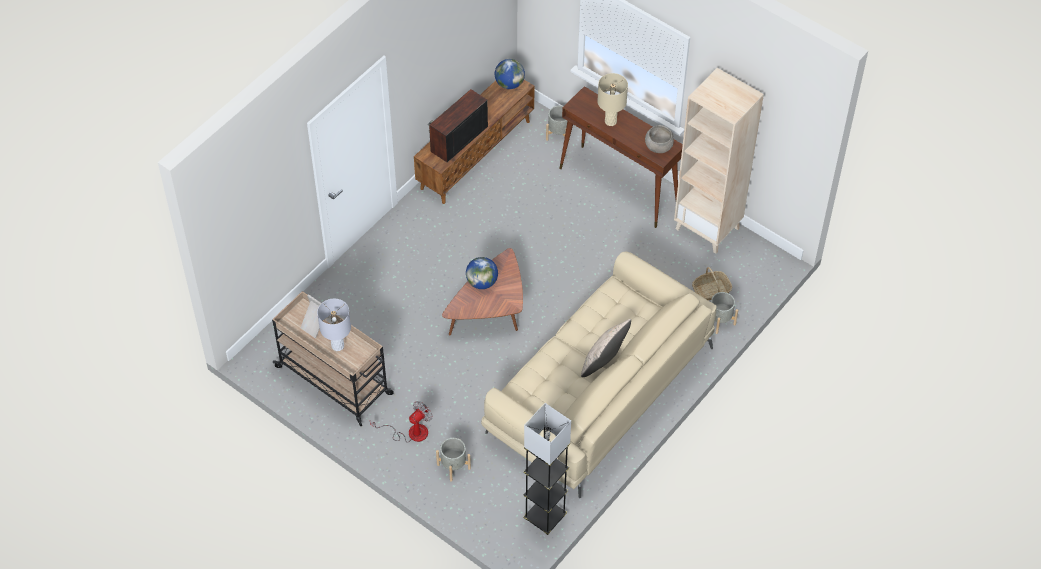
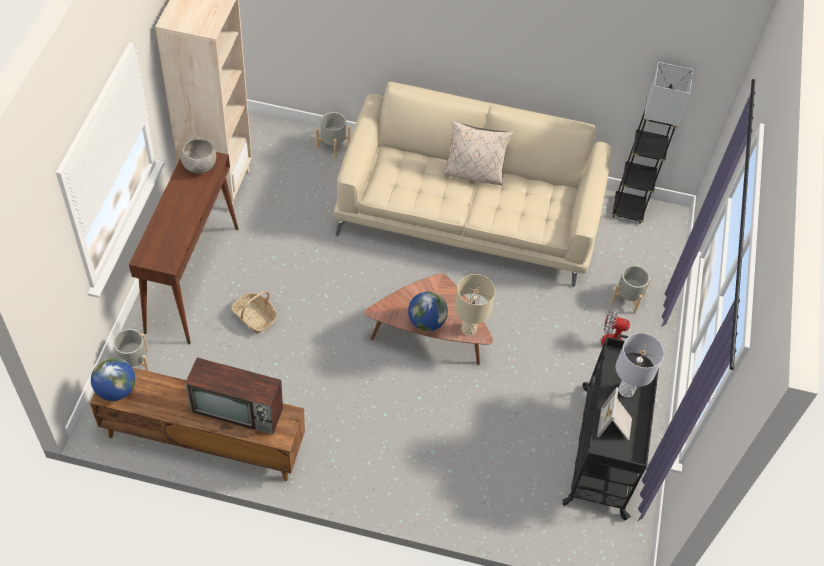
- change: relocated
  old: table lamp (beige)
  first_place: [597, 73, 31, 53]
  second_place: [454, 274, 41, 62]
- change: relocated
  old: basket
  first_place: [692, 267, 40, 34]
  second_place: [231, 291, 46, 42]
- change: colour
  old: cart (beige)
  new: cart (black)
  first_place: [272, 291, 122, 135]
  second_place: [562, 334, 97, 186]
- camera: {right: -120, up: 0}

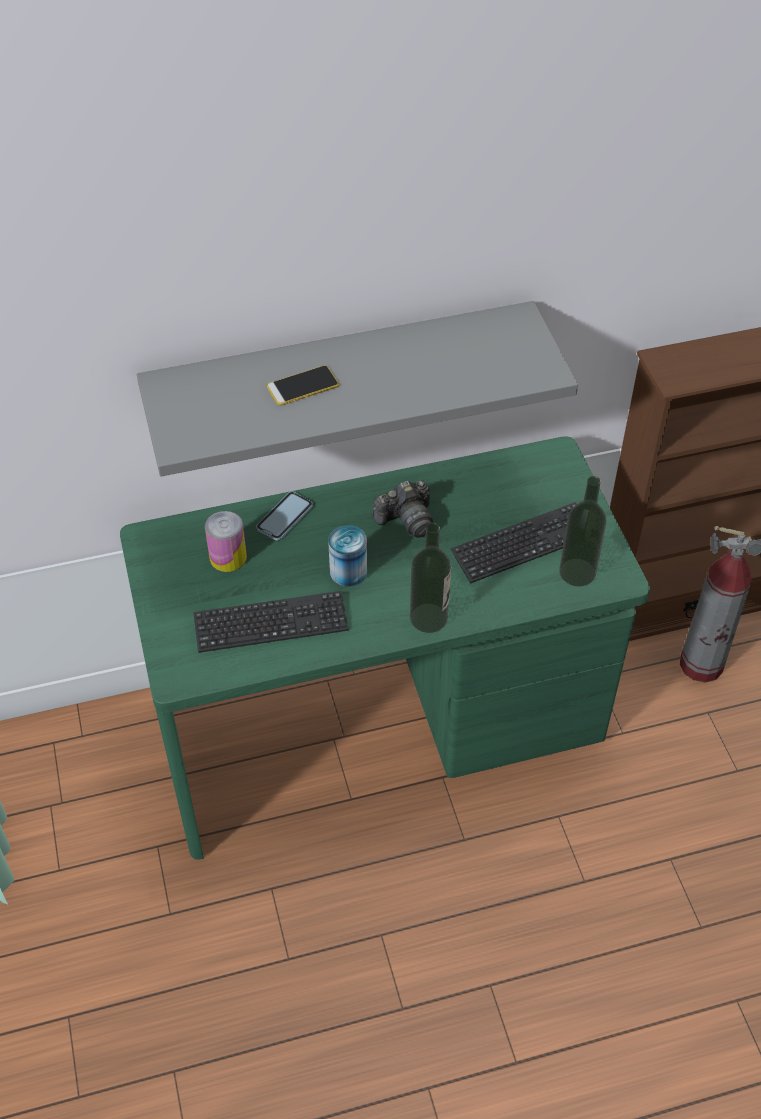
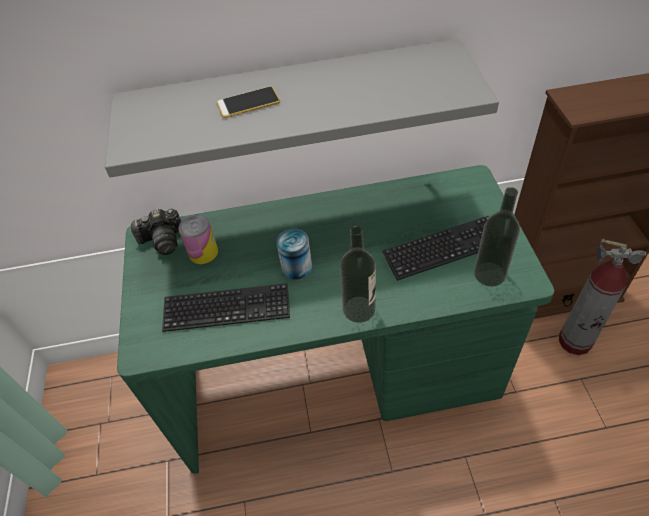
- change: relocated
  old: photo camera
  first_place: [372, 480, 61, 58]
  second_place: [130, 209, 51, 46]
- change: missing
  old: phone
  first_place: [256, 492, 57, 49]
- camera: {right: 10, up: 0}

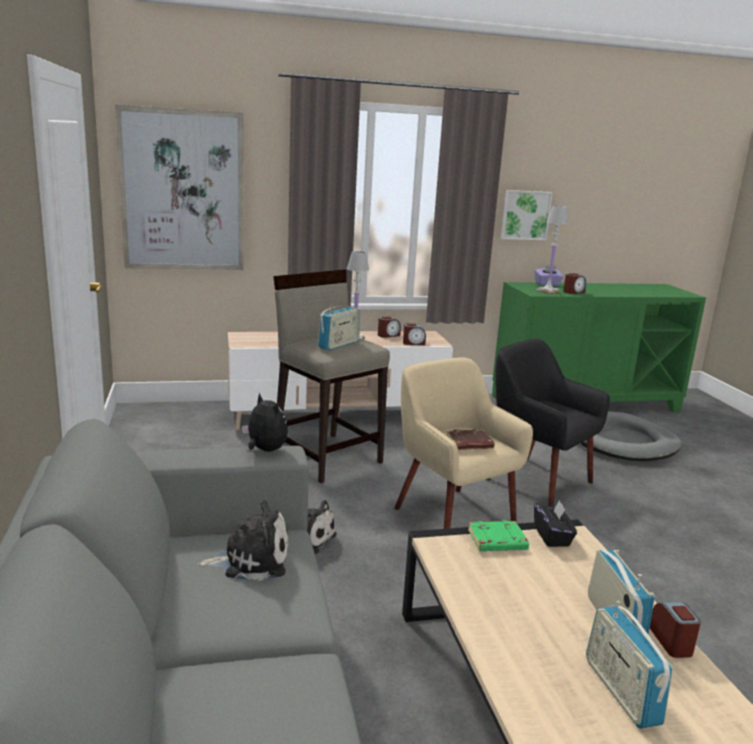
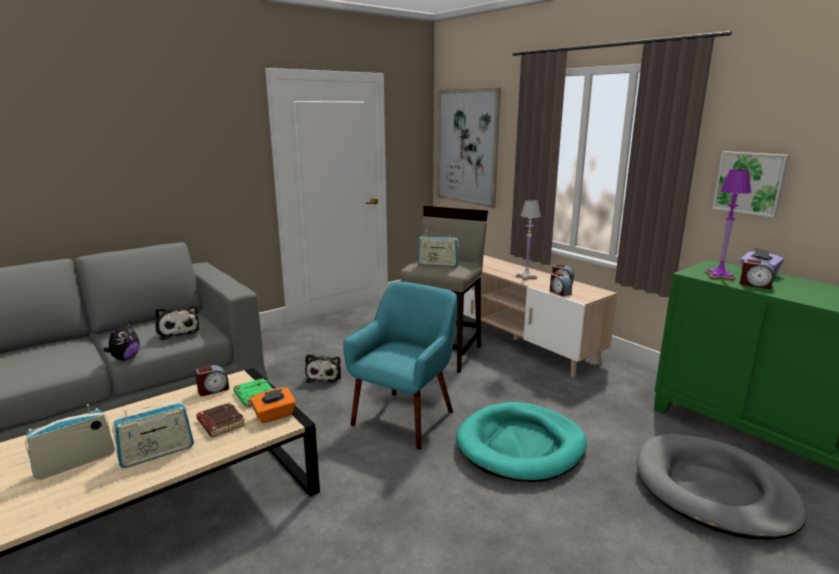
- change: colour
  old: table lamp (white)
  new: table lamp (purple)
  first_place: [537, 205, 32, 89]
  second_place: [705, 169, 46, 112]
- change: exchanged
  old: armchair (black)
  new: dog bed (turquoise)
  first_place: [486, 339, 124, 168]
  second_place: [456, 402, 131, 80]
- change: colour
  old: armchair (beige)
  new: armchair (turquoise)
  first_place: [394, 358, 139, 171]
  second_place: [343, 282, 114, 168]
- change: relocated
  old: plush toy
  first_place: [242, 393, 46, 59]
  second_place: [104, 321, 36, 39]
- change: relocated
  old: book (brown)
  first_place: [446, 429, 49, 21]
  second_place: [196, 402, 50, 35]
- change: colour
  old: tissue box (black)
  new: tissue box (orange)
  first_place: [534, 499, 43, 48]
  second_place: [250, 388, 46, 36]
- change: relocated
  old: alarm clock
  first_place: [650, 602, 51, 56]
  second_place: [195, 365, 34, 31]
- camera: {right: 65, up: 0}

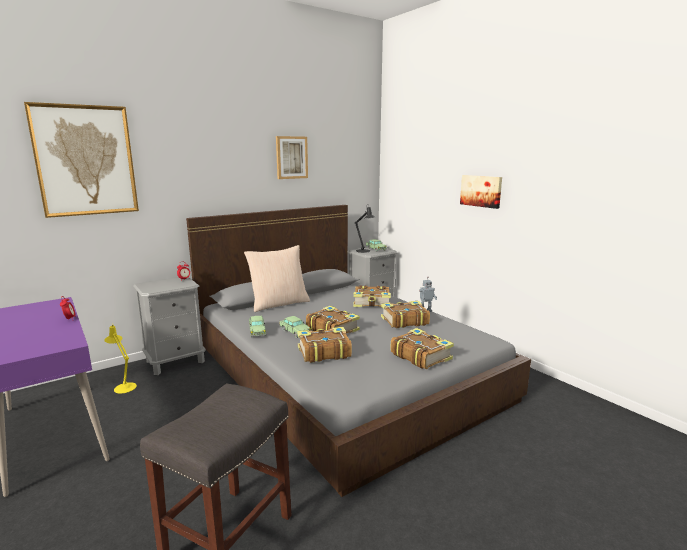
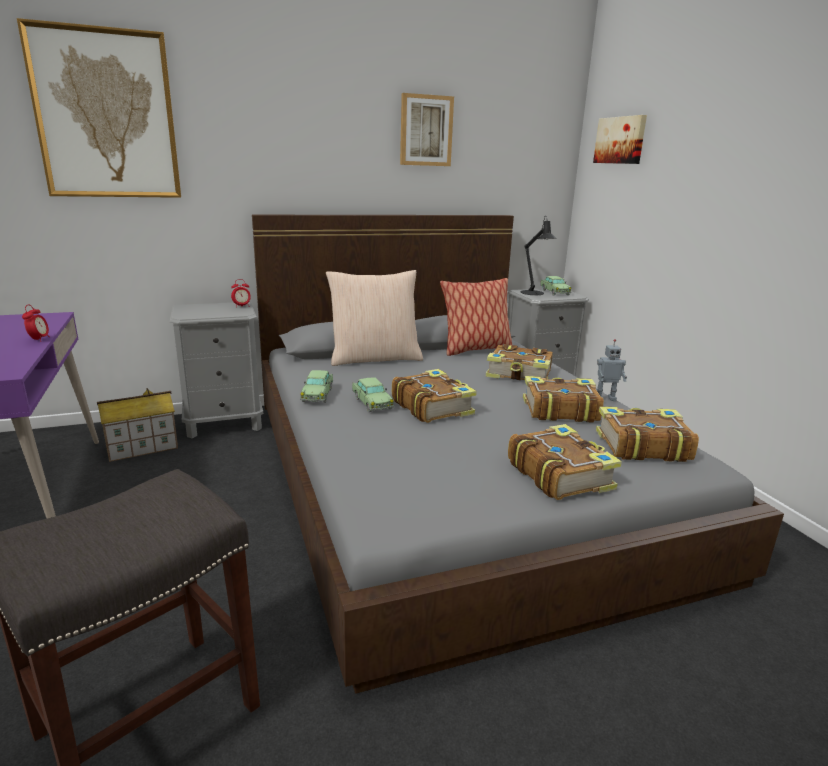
- change: relocated
  old: picture
  first_place: [460, 175, 42, 34]
  second_place: [593, 115, 54, 49]
- change: exchanged
  old: table lamp (yellow)
  new: toy house
  first_place: [104, 324, 33, 70]
  second_place: [97, 388, 81, 74]
- change: relocated
  old: book
  first_place: [297, 327, 55, 36]
  second_place: [596, 406, 103, 56]
- change: appeared
  new: pillow
  second_place: [440, 278, 72, 78]
- camera: {right: 15, up: 5}

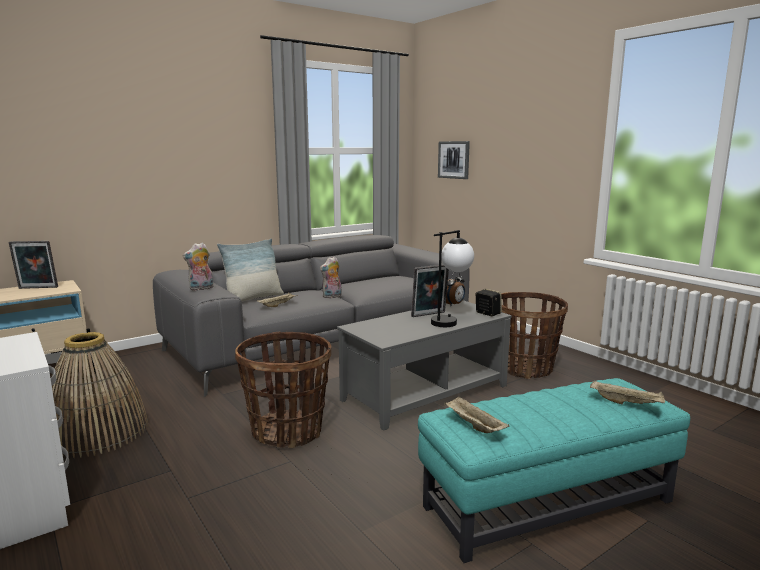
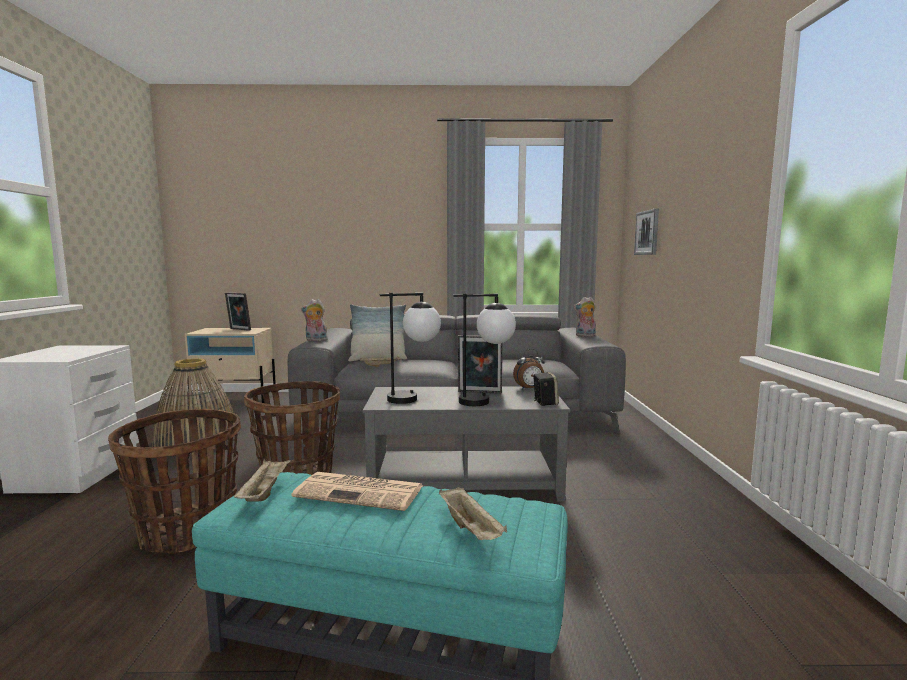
- change: relocated
  old: plush toy
  first_place: [320, 257, 22, 41]
  second_place: [574, 297, 22, 40]
- change: relocated
  old: basket
  first_place: [501, 292, 67, 87]
  second_place: [108, 409, 133, 145]
- change: appeared
  new: table lamp
  second_place: [380, 293, 61, 111]
- change: appeared
  new: newspaper
  second_place: [292, 472, 131, 39]
- camera: {right: 35, up: -5}

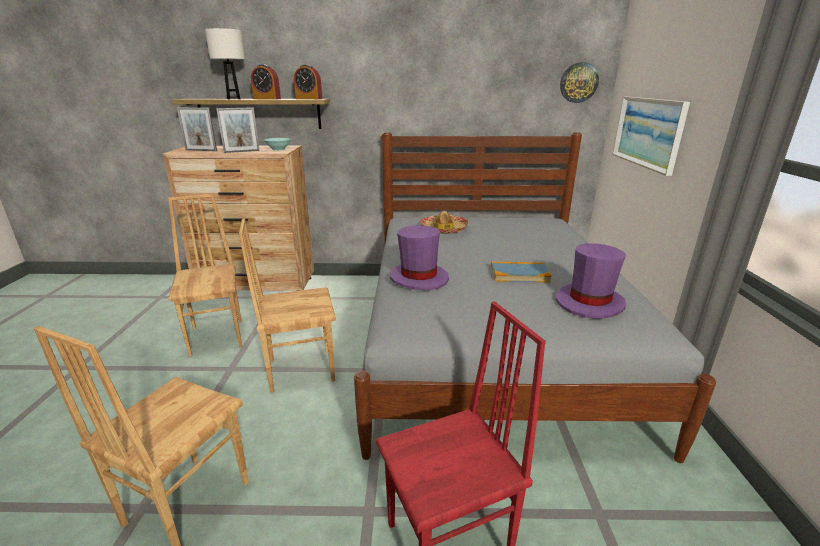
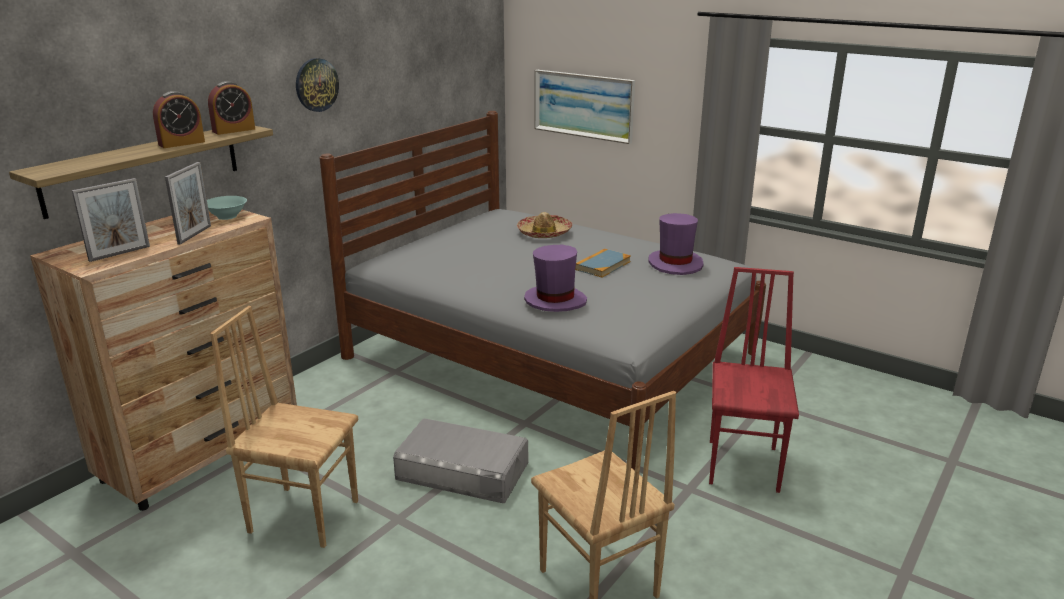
- change: missing
  old: table lamp (white)
  first_place: [205, 28, 40, 71]
- change: relocated
  old: wall clock
  first_place: [560, 62, 39, 41]
  second_place: [296, 58, 43, 54]
- change: relocated
  old: hat
  first_place: [419, 211, 50, 23]
  second_place: [517, 212, 55, 26]
- change: exchanged
  old: chair (brown)
  new: storage box (grey)
  first_place: [239, 218, 97, 174]
  second_place: [393, 418, 135, 85]
- camera: {right: -55, up: 0}

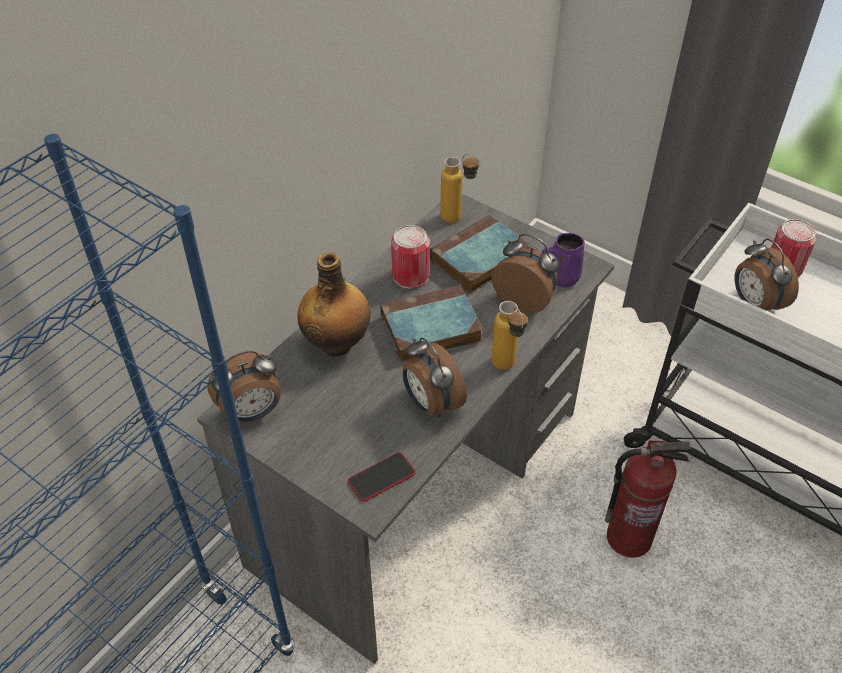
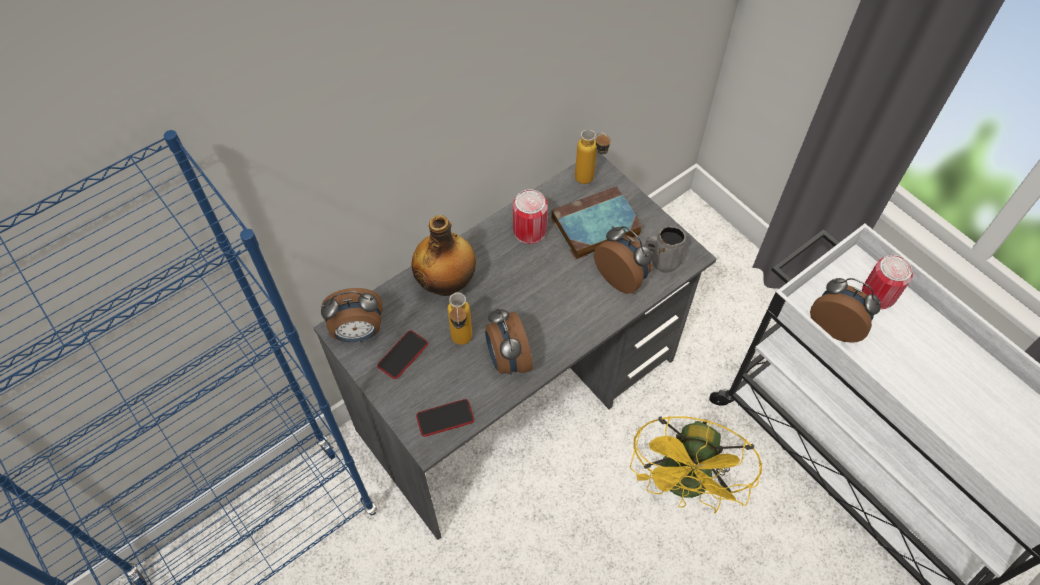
- change: colour
  old: mug (purple)
  new: mug (grey)
  first_place: [542, 233, 43, 55]
  second_place: [645, 226, 41, 47]
- change: spun
  old: alarm clock
  first_place: [734, 238, 65, 73]
  second_place: [810, 278, 71, 65]
  degrees: 135
- change: missing
  old: book
  first_place: [380, 285, 103, 77]
- change: relocated
  old: bottle
  first_place: [491, 301, 37, 69]
  second_place: [447, 292, 25, 53]
- change: exchanged
  old: fire extinguisher
  new: fan (yellow)
  first_place: [605, 440, 86, 118]
  second_place: [630, 416, 133, 97]
- change: appeared
  new: phone
  second_place: [377, 330, 51, 49]
- camera: {right: 15, up: 10}

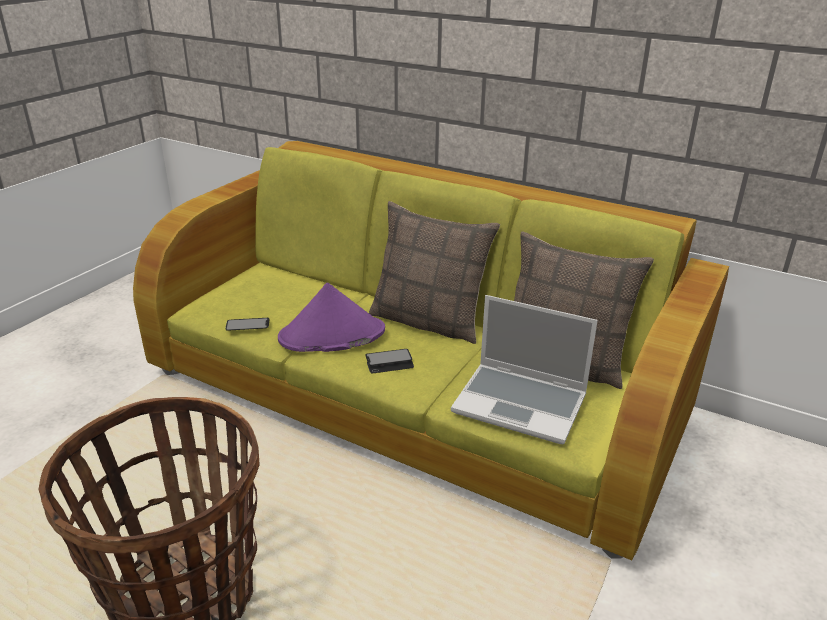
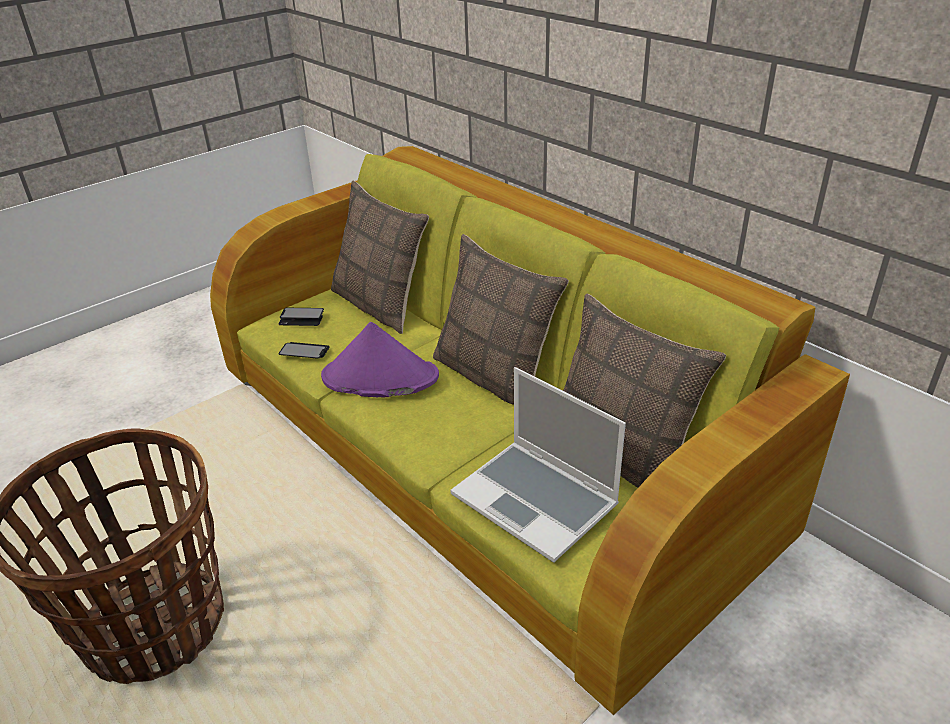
- change: relocated
  old: phone
  first_place: [365, 349, 49, 25]
  second_place: [278, 308, 46, 18]
- change: appeared
  new: pillow
  second_place: [331, 181, 98, 153]
- camera: {right: 20, up: 5}

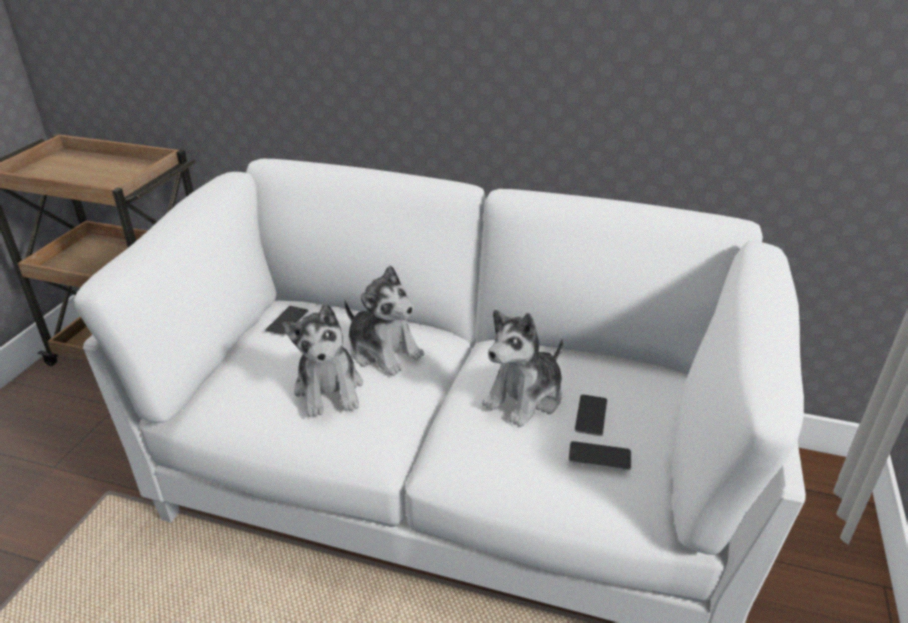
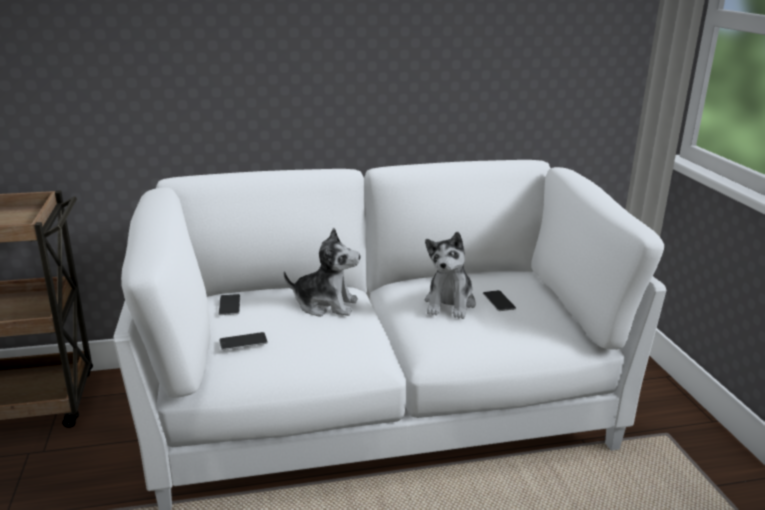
- change: missing
  old: plush toy
  first_place: [282, 303, 81, 114]
- change: relocated
  old: phone
  first_place: [568, 441, 63, 30]
  second_place: [219, 332, 49, 18]
- camera: {right: -30, up: -10}

